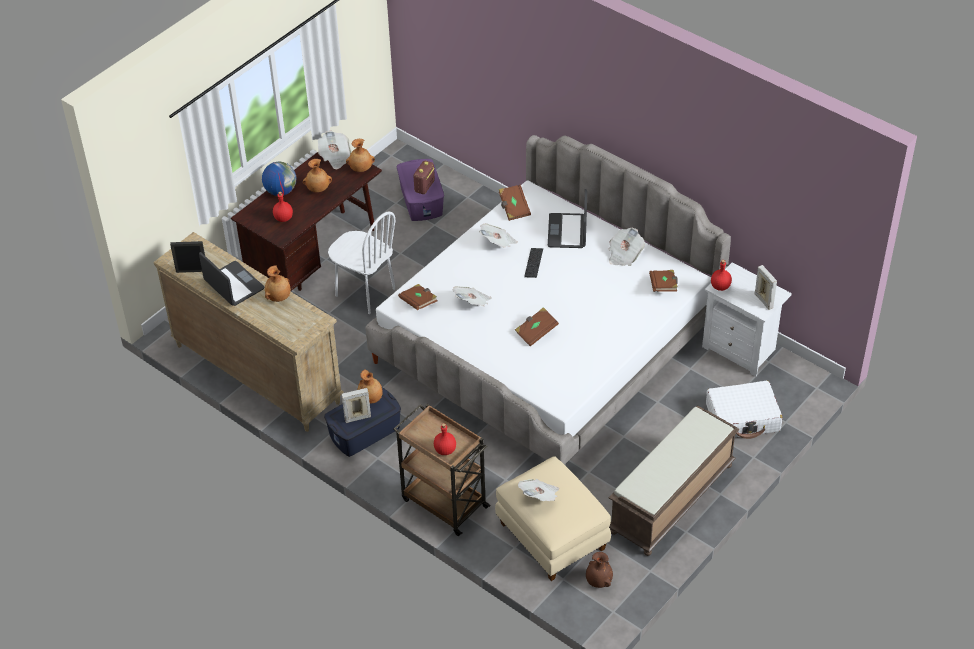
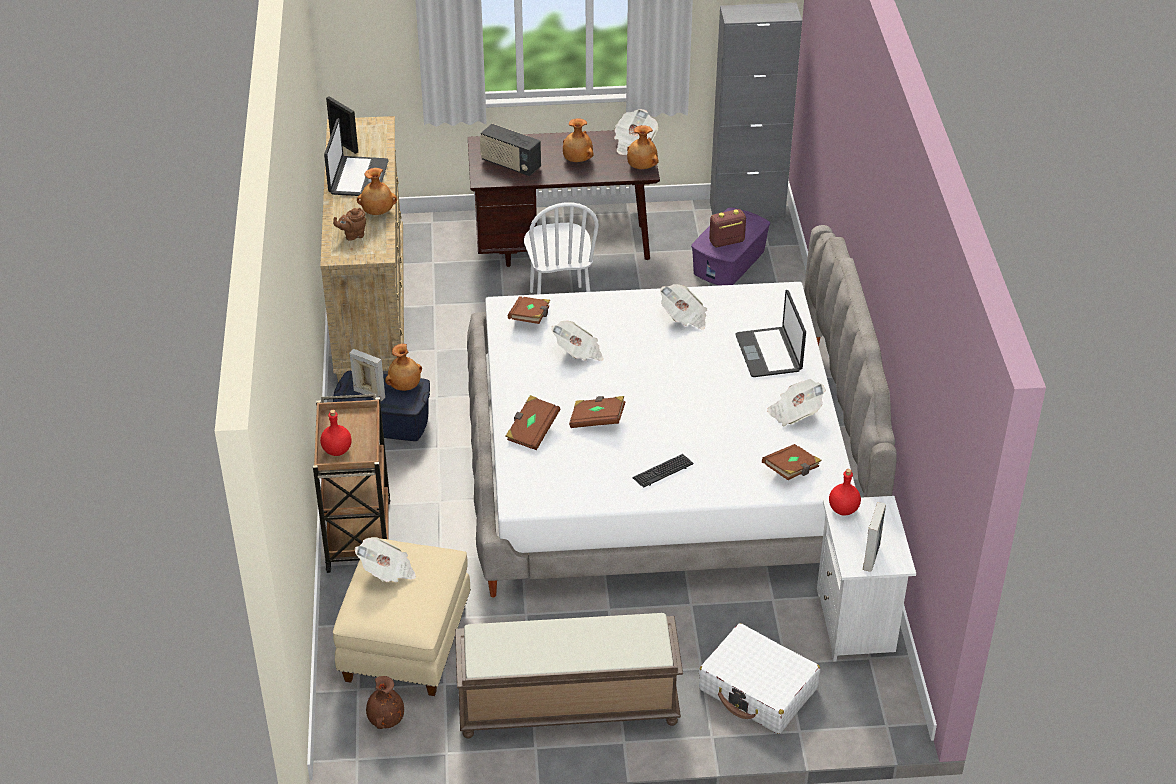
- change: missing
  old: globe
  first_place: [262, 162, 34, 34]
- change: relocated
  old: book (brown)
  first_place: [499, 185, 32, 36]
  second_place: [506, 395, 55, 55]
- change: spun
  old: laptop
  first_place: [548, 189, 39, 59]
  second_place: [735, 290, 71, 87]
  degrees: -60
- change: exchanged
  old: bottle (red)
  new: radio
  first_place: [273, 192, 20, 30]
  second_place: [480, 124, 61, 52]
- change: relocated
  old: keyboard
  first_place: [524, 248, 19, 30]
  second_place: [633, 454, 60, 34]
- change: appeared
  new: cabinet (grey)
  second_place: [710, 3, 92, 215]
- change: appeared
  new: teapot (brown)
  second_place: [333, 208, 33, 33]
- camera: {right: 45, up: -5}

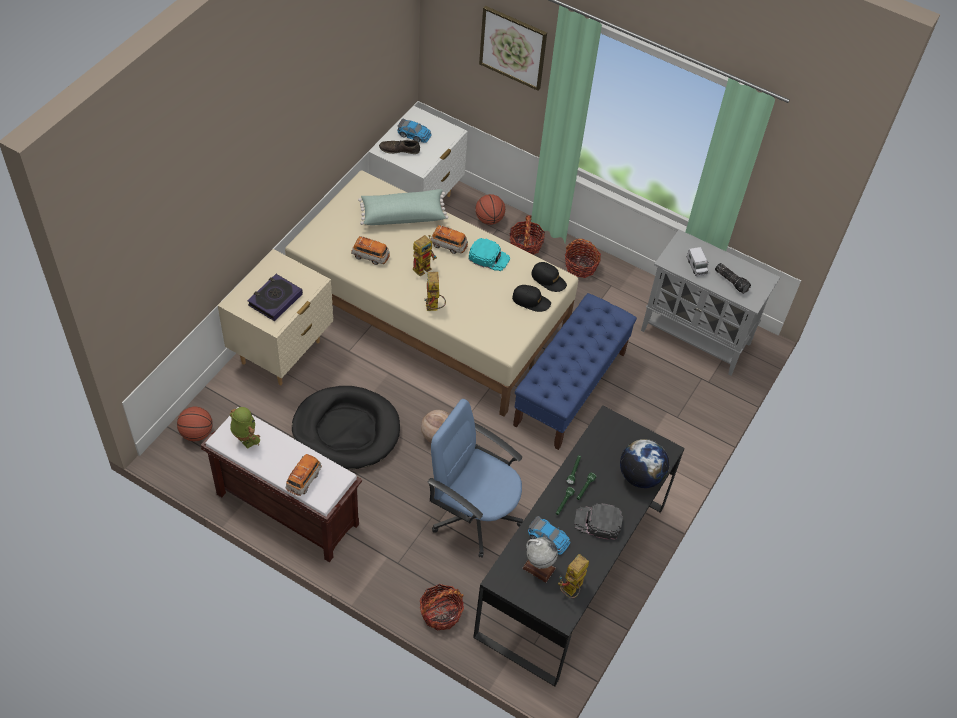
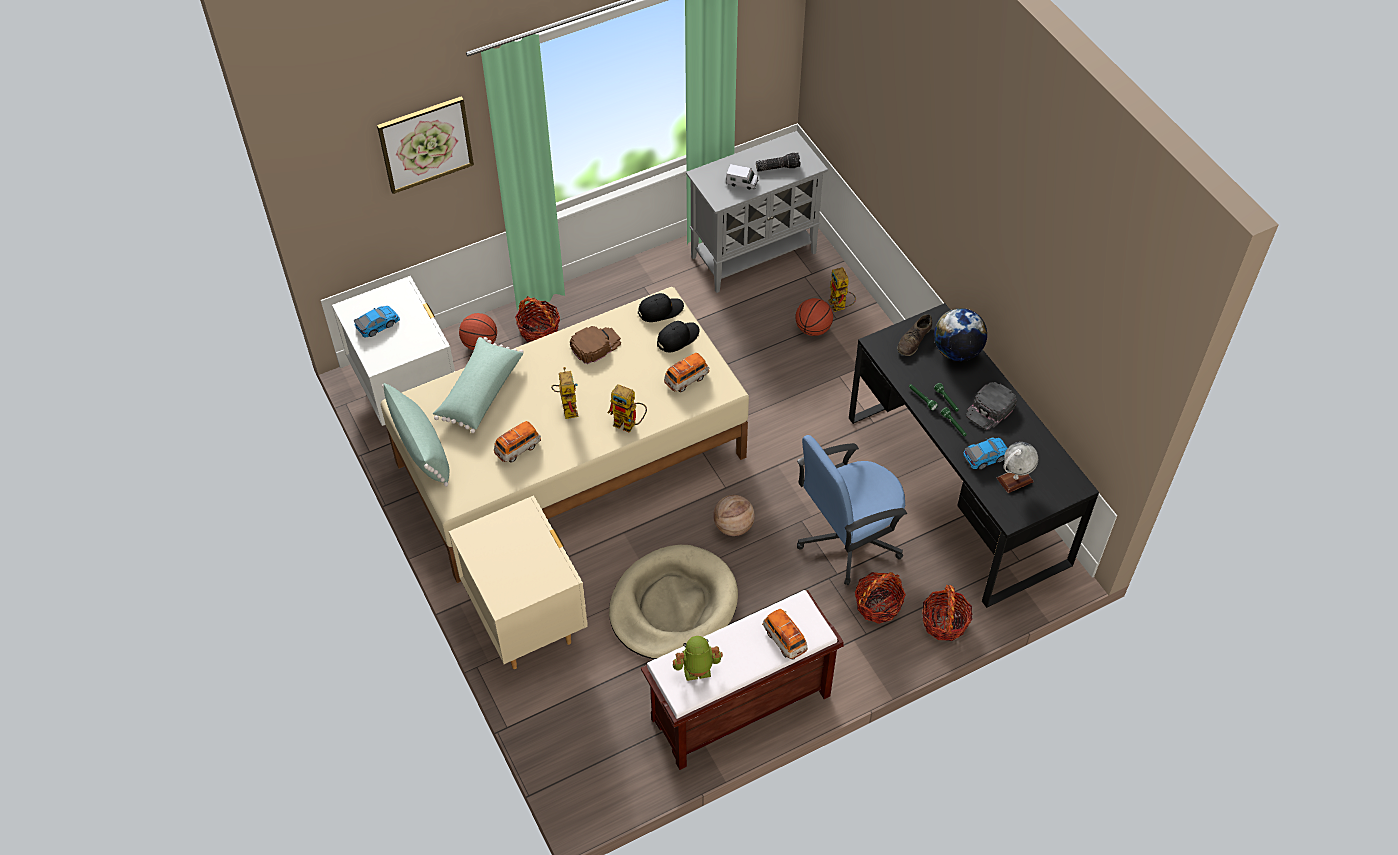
- change: relocated
  old: shoe (brown)
  first_place: [379, 140, 41, 14]
  second_place: [897, 314, 35, 42]
- change: relocated
  old: toy car
  first_place: [430, 225, 38, 29]
  second_place: [664, 353, 45, 39]
- change: colour
  old: cap (turquoise)
  new: cap (brown)
  first_place: [469, 238, 41, 33]
  second_place: [570, 326, 51, 38]
- change: relocated
  old: basket
  first_place: [565, 239, 36, 39]
  second_place: [855, 572, 51, 52]
- change: missing
  old: book
  first_place: [247, 274, 56, 47]
- change: missing
  old: bench (blue)
  first_place: [513, 293, 124, 157]
- change: colour
  old: dog bed (black)
  new: dog bed (beige)
  first_place: [292, 386, 108, 83]
  second_place: [609, 545, 129, 114]
- change: relocated
  old: basketball
  first_place: [177, 407, 36, 34]
  second_place: [795, 298, 38, 38]
- change: relocated
  old: toy robot
  first_place: [558, 554, 31, 44]
  second_place: [828, 267, 28, 45]
- change: appeared
  new: pillow (green)
  second_place: [382, 383, 67, 104]
- camera: {right: -55, up: 0}

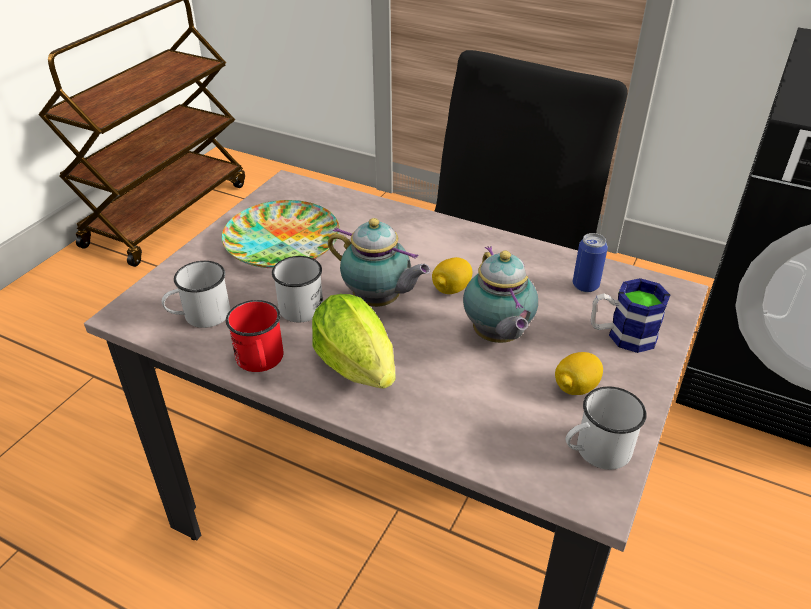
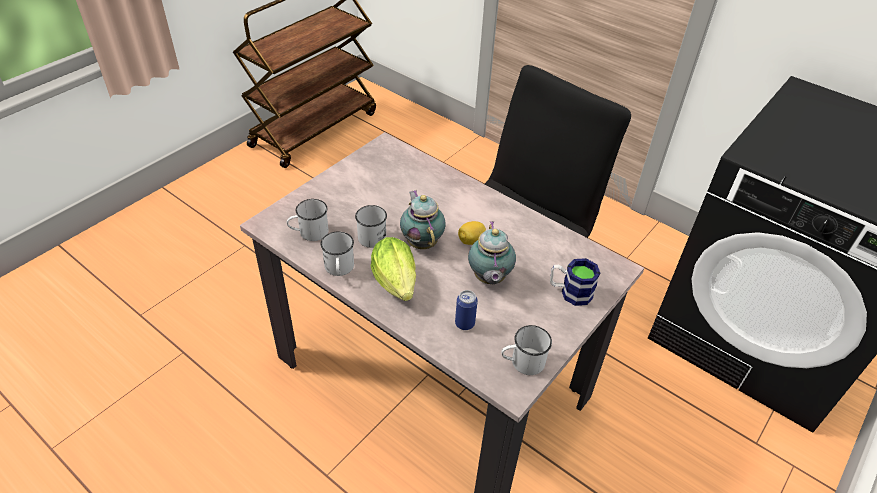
- change: missing
  old: plate
  first_place: [222, 200, 118, 68]
- change: spun
  old: teapot
  first_place: [328, 218, 103, 89]
  second_place: [400, 190, 46, 59]
  degrees: -150
- change: relocated
  old: can
  first_place: [573, 233, 35, 59]
  second_place: [455, 290, 23, 40]
- change: colour
  old: mug (red)
  new: mug (white)
  first_place: [226, 300, 57, 72]
  second_place: [320, 231, 34, 45]
- change: missing
  old: lemon
  first_place: [555, 352, 48, 43]
- camera: {right: 10, up: 5}

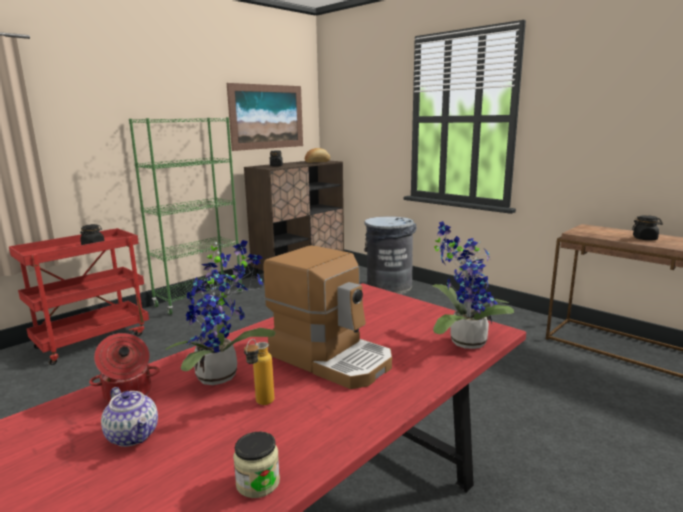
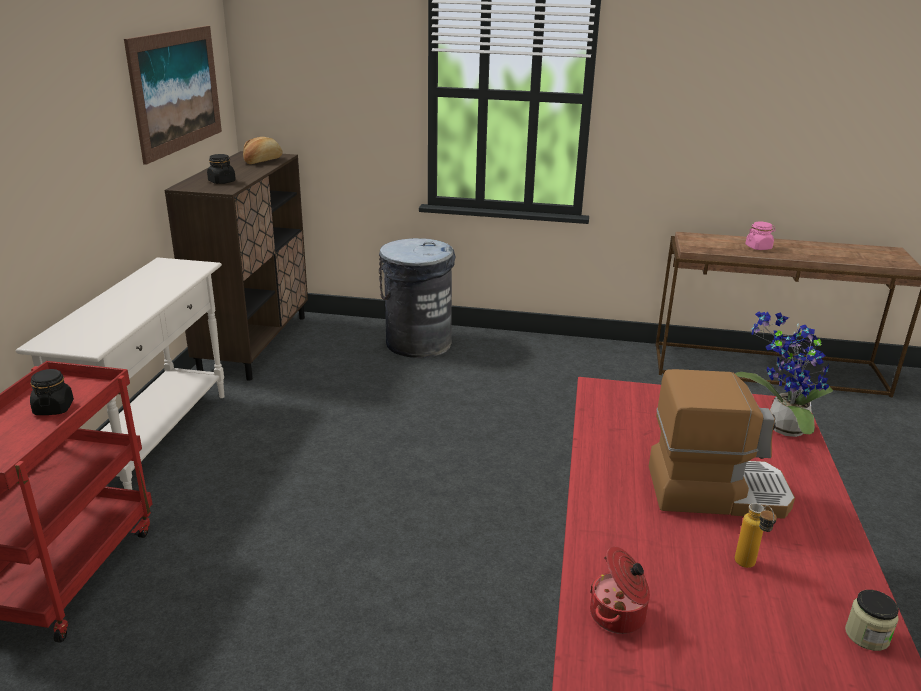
- change: exchanged
  old: bookcase (green)
  new: console table (white)
  first_place: [129, 117, 114, 198]
  second_place: [16, 257, 209, 233]
- change: colour
  old: jar (black)
  new: jar (pink)
  first_place: [632, 215, 31, 25]
  second_place: [745, 221, 30, 29]
- change: missing
  old: potted plant
  first_place: [165, 240, 111, 145]
- change: missing
  old: teapot
  first_place: [101, 387, 57, 60]
- camera: {right: -35, up: 10}

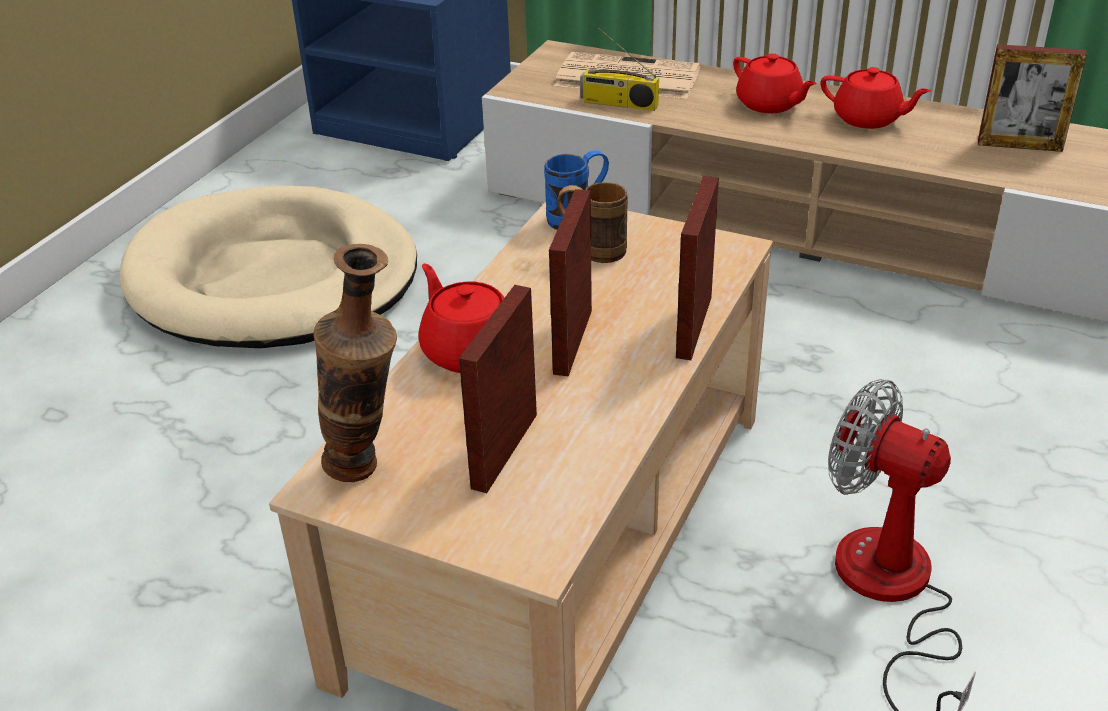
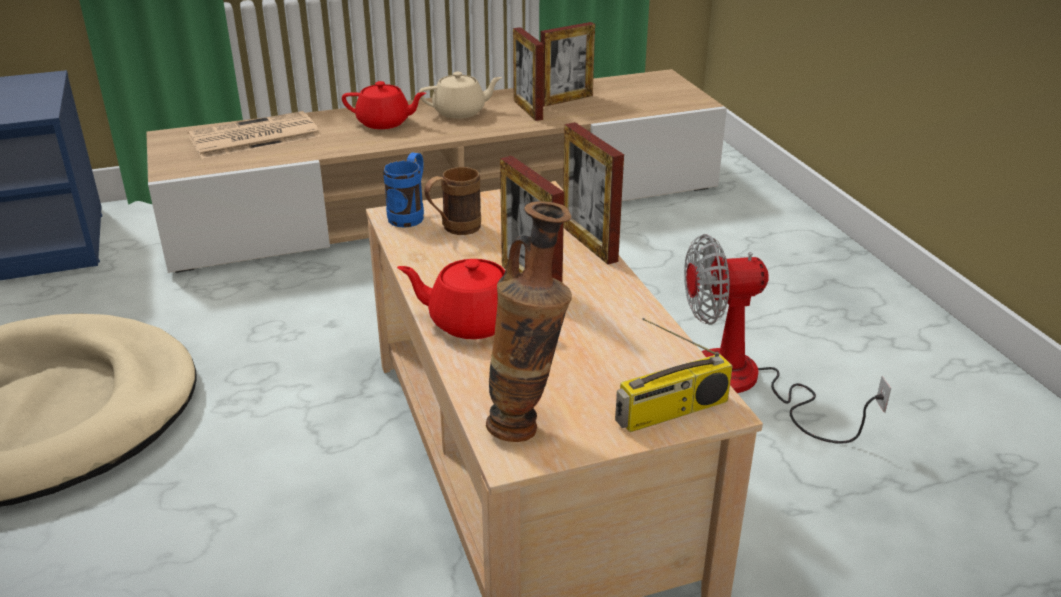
- change: relocated
  old: radio
  first_place: [580, 27, 79, 84]
  second_place: [615, 318, 118, 114]
- change: colour
  old: teapot (red)
  new: teapot (beige)
  first_place: [821, 67, 110, 62]
  second_place: [419, 72, 83, 47]
- change: relocated
  old: picture frame
  first_place: [459, 285, 78, 208]
  second_place: [513, 27, 31, 94]
- camera: {right: -45, up: -5}

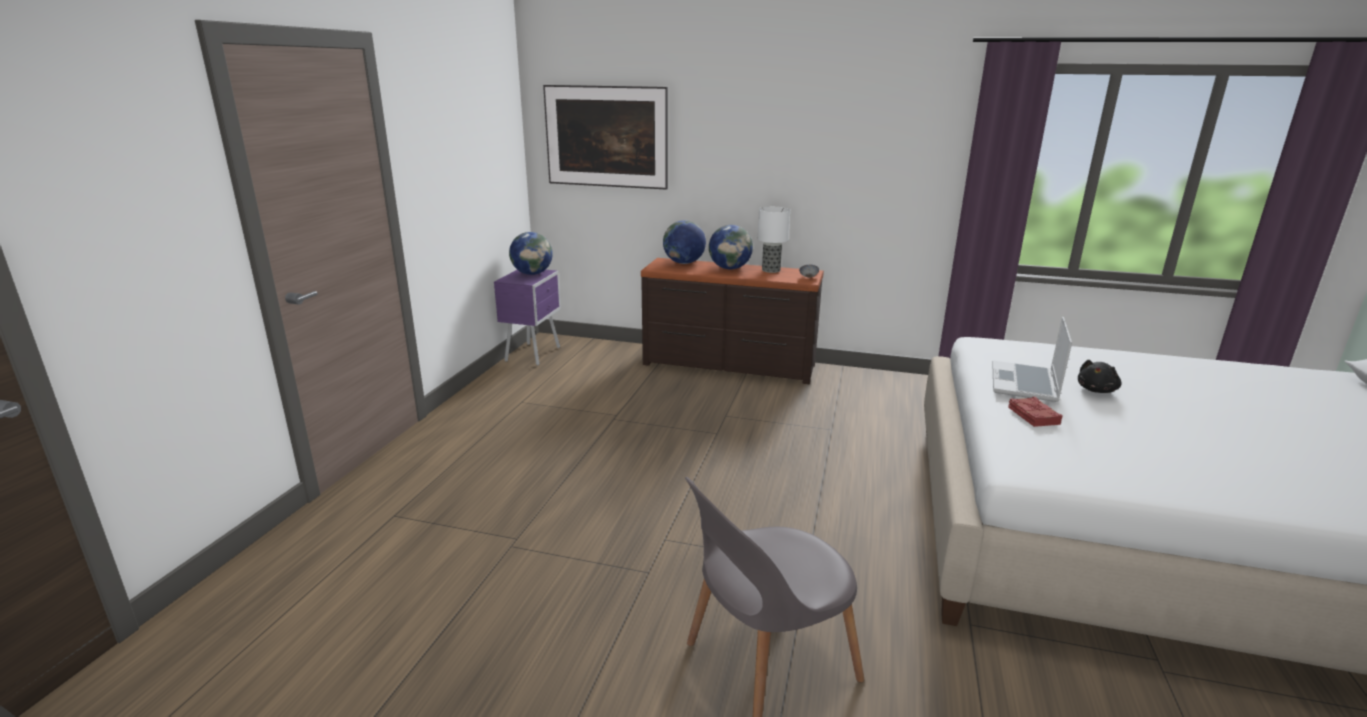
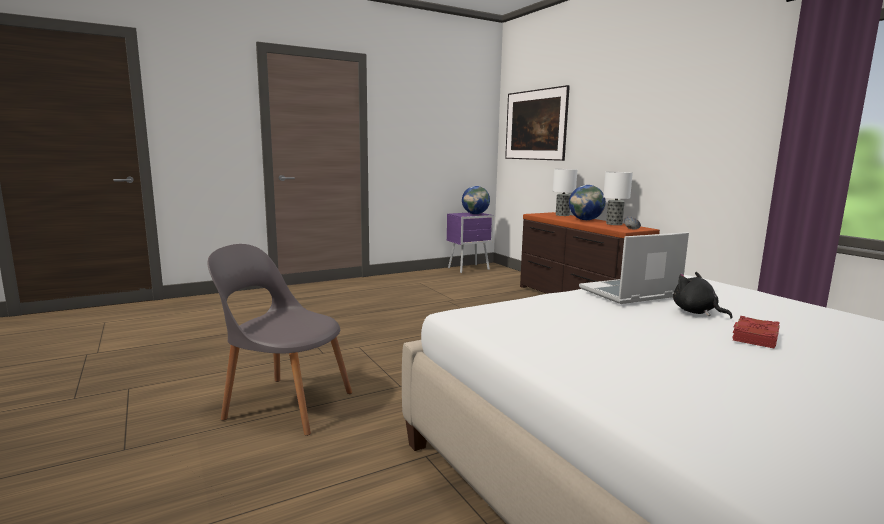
- change: exchanged
  old: globe
  new: table lamp
  first_place: [663, 220, 43, 44]
  second_place: [553, 169, 24, 47]
- change: spun
  old: plush toy (black)
  first_place: [1078, 360, 44, 33]
  second_place: [673, 272, 60, 46]
  degrees: 60
- change: relocated
  old: book (red)
  first_place: [1008, 397, 55, 30]
  second_place: [732, 316, 48, 33]
- camera: {right: 45, up: -10}

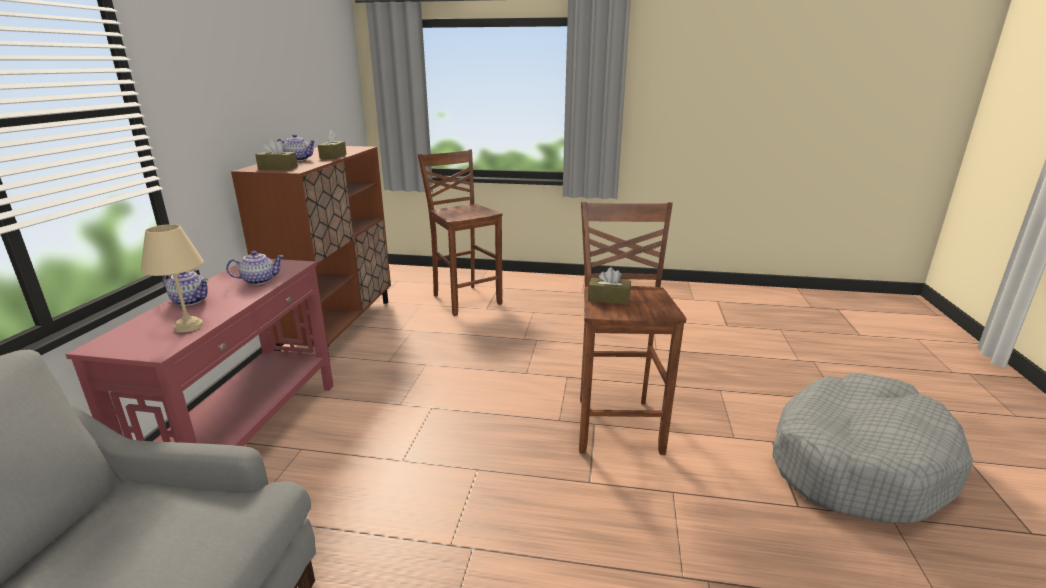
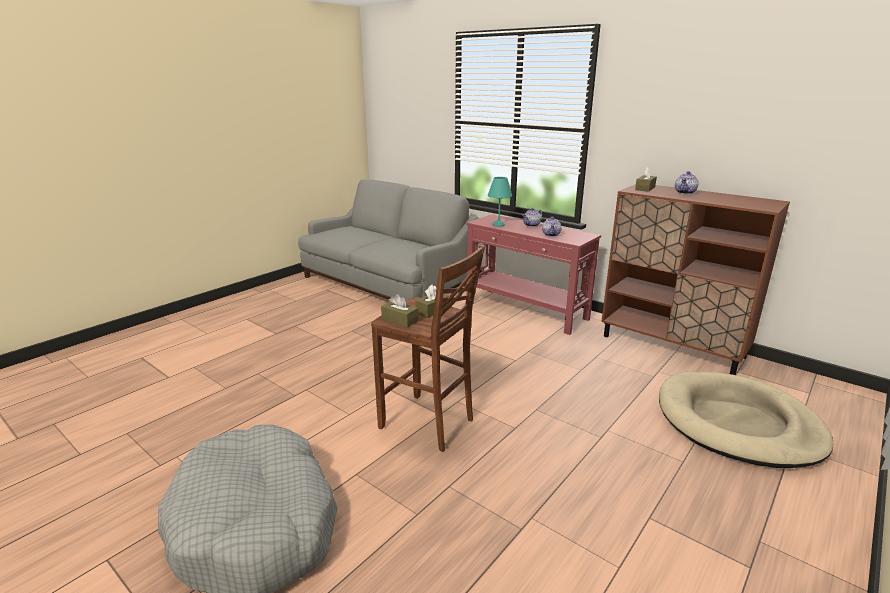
- change: relocated
  old: tissue box (brown)
  first_place: [318, 130, 28, 29]
  second_place: [381, 294, 38, 34]
- change: exchanged
  old: stool (brown)
  new: dog bed (beige)
  first_place: [418, 150, 84, 166]
  second_place: [659, 372, 174, 96]
- change: colour
  old: table lamp (beige)
  new: table lamp (turquoise)
  first_place: [140, 224, 64, 109]
  second_place: [488, 177, 24, 50]
- camera: {right: 120, up: 0}

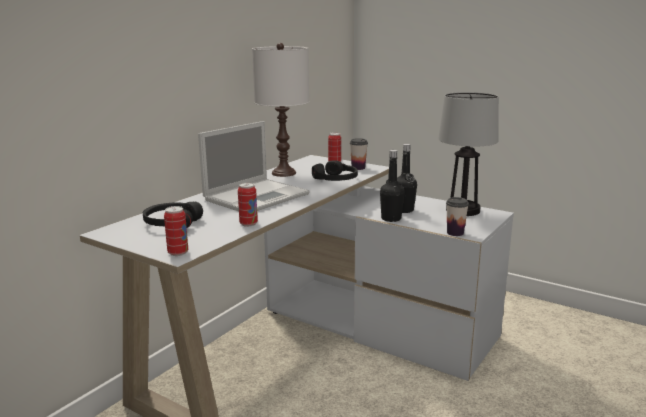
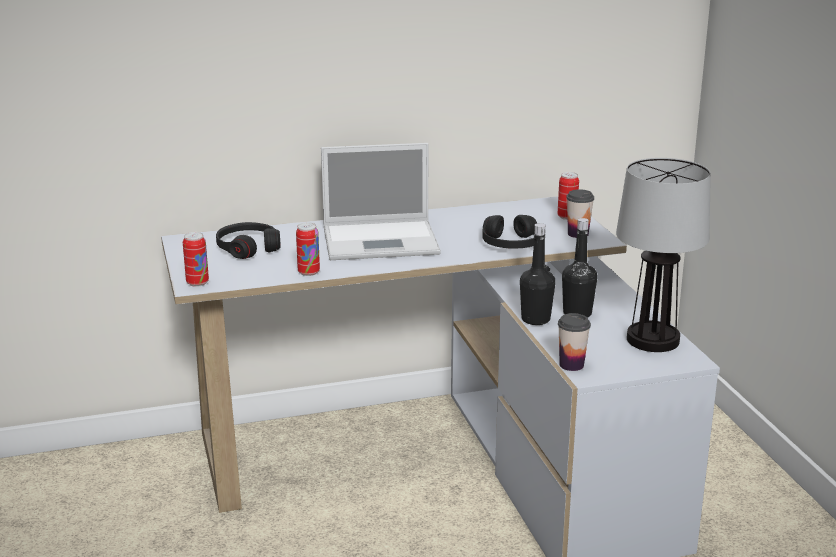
- change: missing
  old: table lamp (white)
  first_place: [252, 43, 57, 134]
- camera: {right: 40, up: 5}

